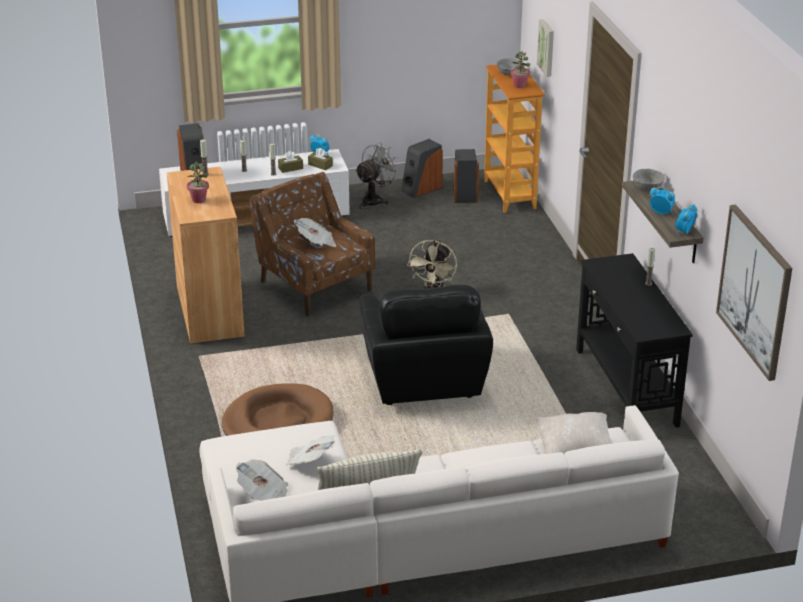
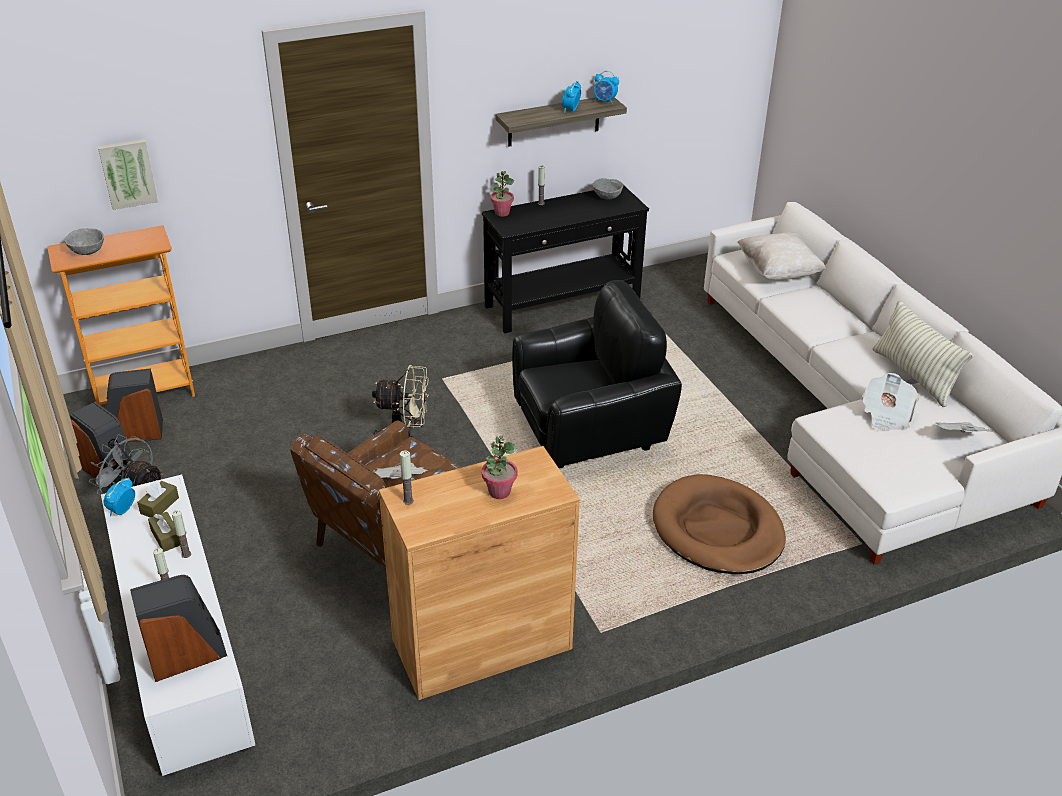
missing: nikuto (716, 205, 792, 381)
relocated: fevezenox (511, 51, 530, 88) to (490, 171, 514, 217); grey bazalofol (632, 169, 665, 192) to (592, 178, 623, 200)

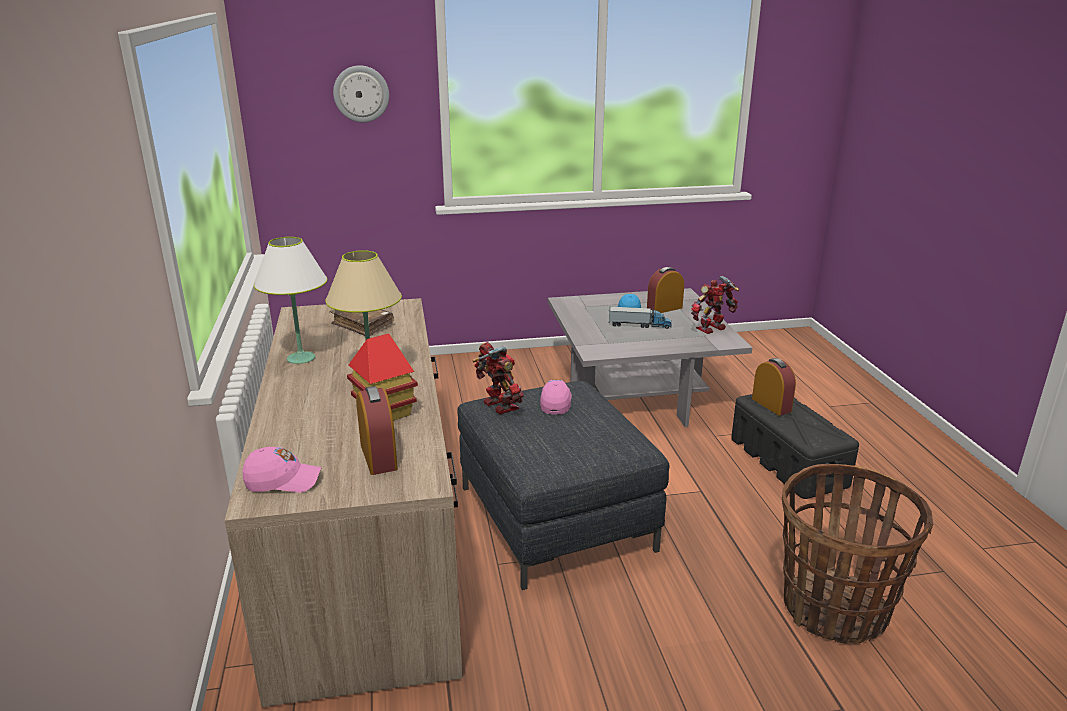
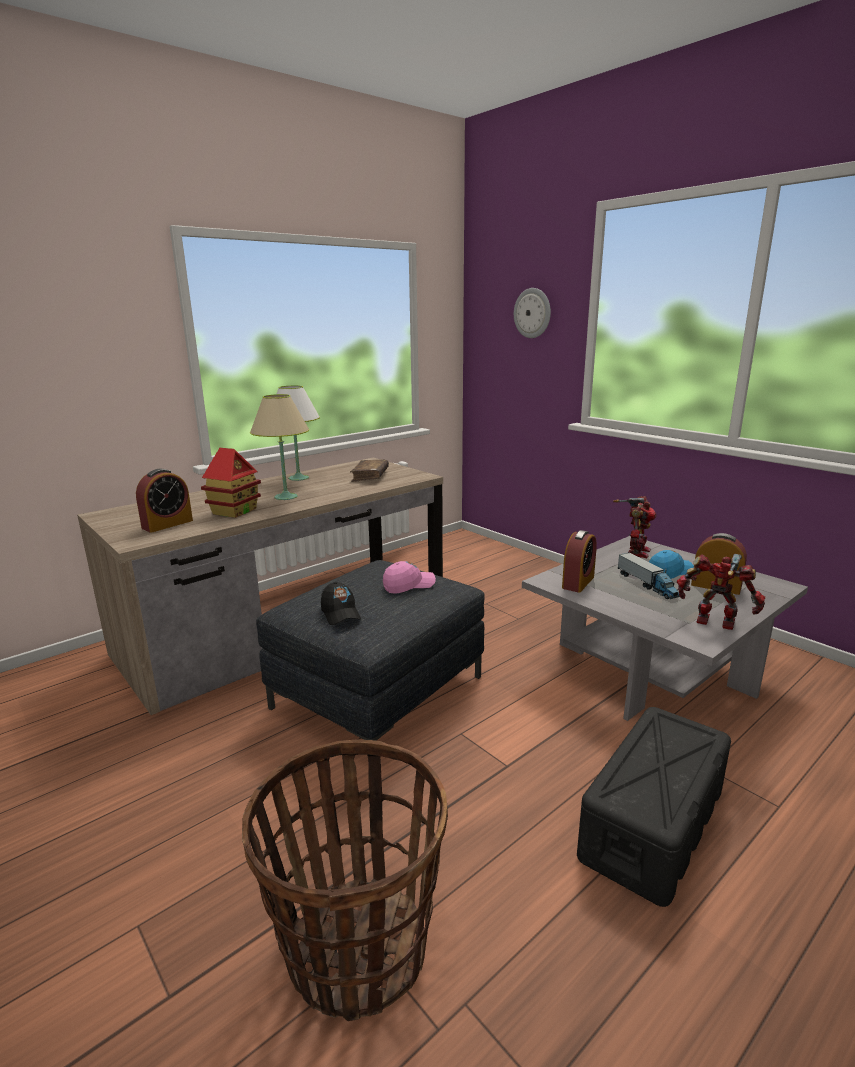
missing: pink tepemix (243, 447, 322, 493)
appeared: black tepemix (321, 582, 361, 625)
relocated: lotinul (472, 342, 524, 414) to (613, 496, 656, 558); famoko (752, 358, 796, 416) to (562, 530, 597, 593)

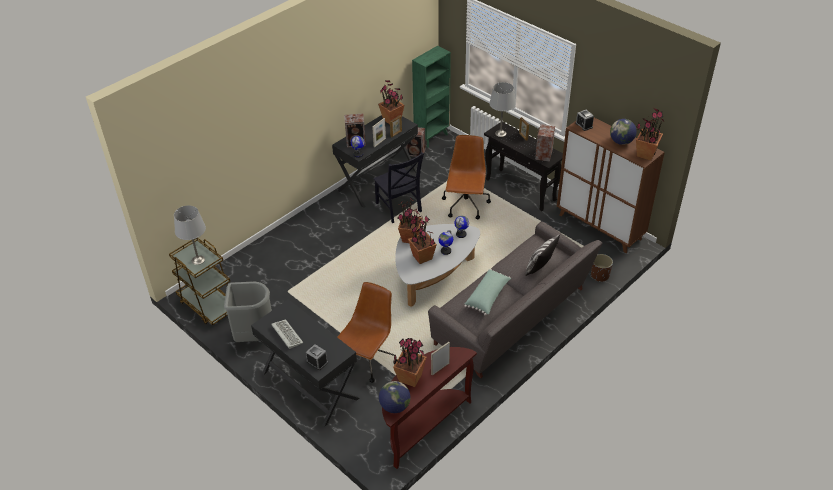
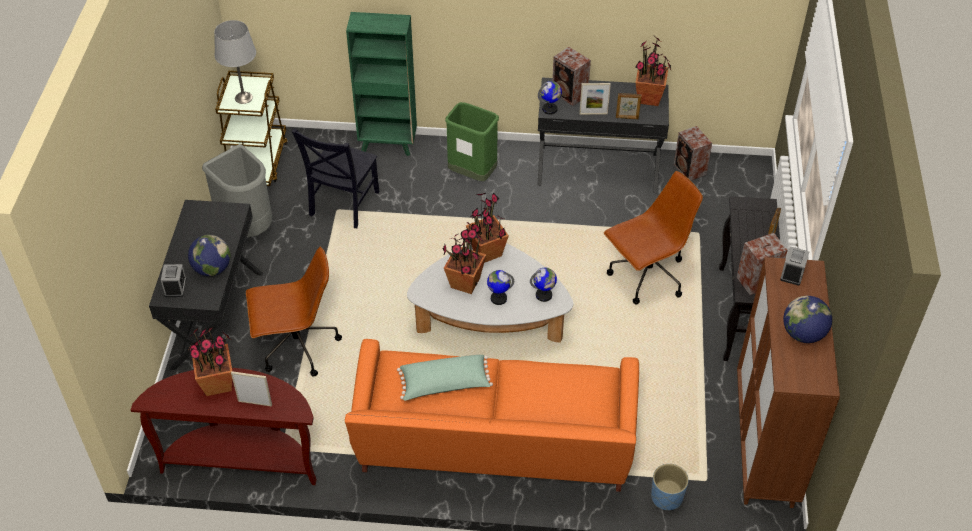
missing: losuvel (271, 319, 303, 349); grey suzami (489, 82, 516, 137); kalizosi (525, 234, 560, 276); fevezenox (636, 108, 664, 160)
appeared: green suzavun (445, 102, 499, 181)
relocated: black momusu (373, 152, 424, 223) to (292, 129, 379, 228); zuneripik (379, 381, 411, 413) to (188, 235, 230, 276); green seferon (412, 46, 451, 148) to (346, 12, 417, 156)
colour: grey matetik (428, 221, 602, 378) to orange matetik (345, 339, 639, 492); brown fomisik (591, 254, 613, 282) to blue fomisik (651, 464, 689, 510)

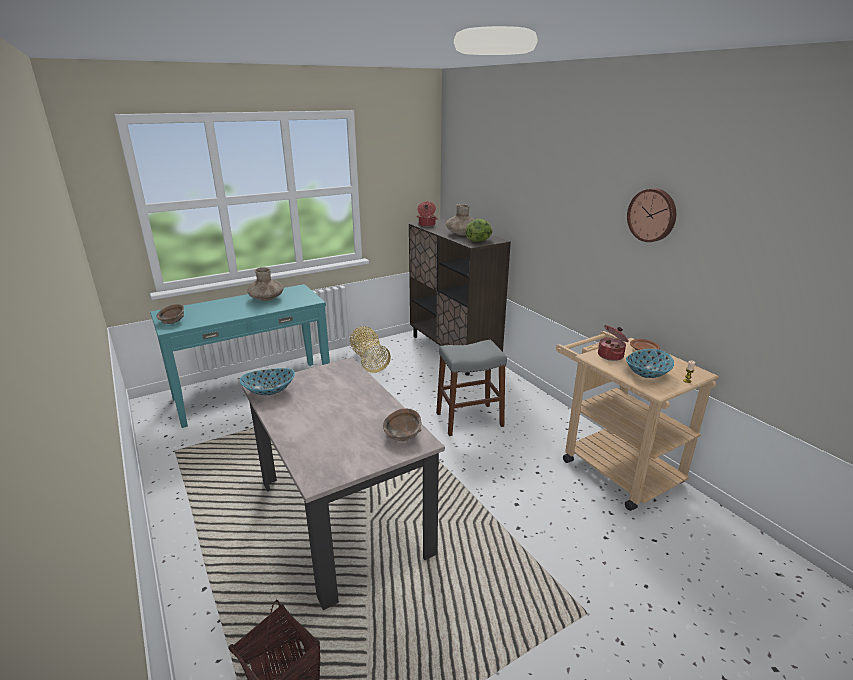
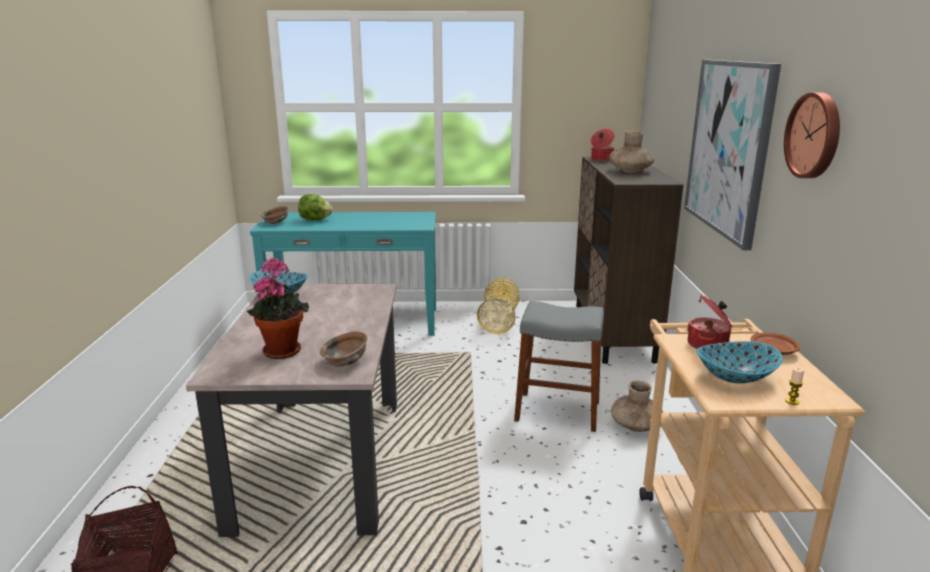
appeared: fevezenox (247, 257, 309, 359); nikuto (684, 60, 781, 250)
relocated: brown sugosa (247, 267, 283, 301) to (611, 380, 663, 432); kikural (466, 219, 493, 242) to (298, 194, 332, 220)

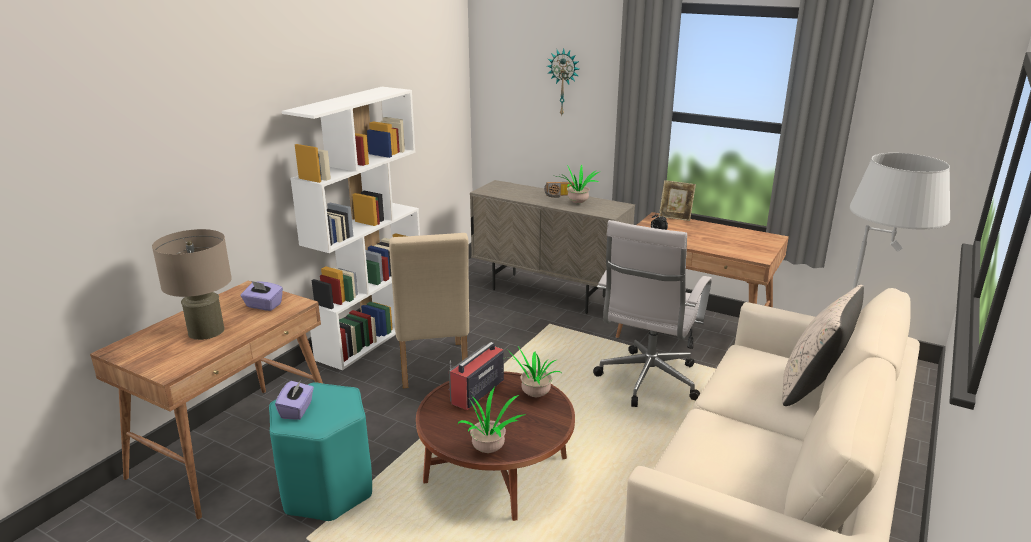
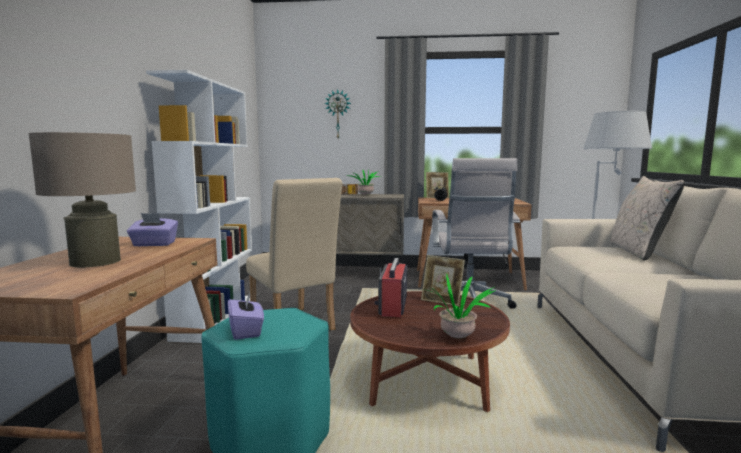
exchanged: fevezenox (510, 348, 561, 397) to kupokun (421, 255, 465, 306)

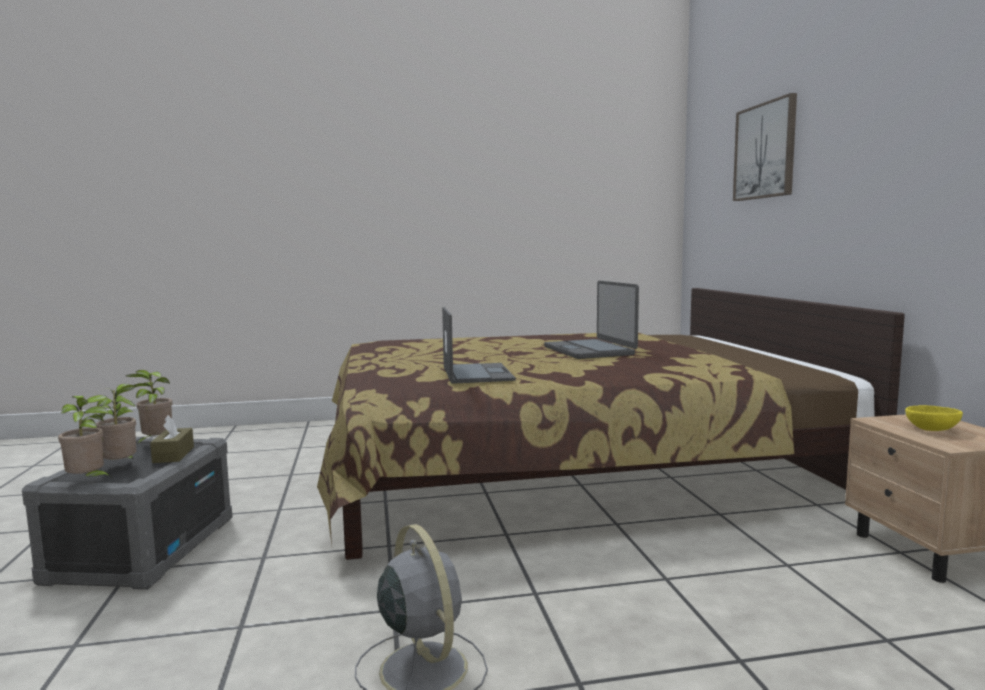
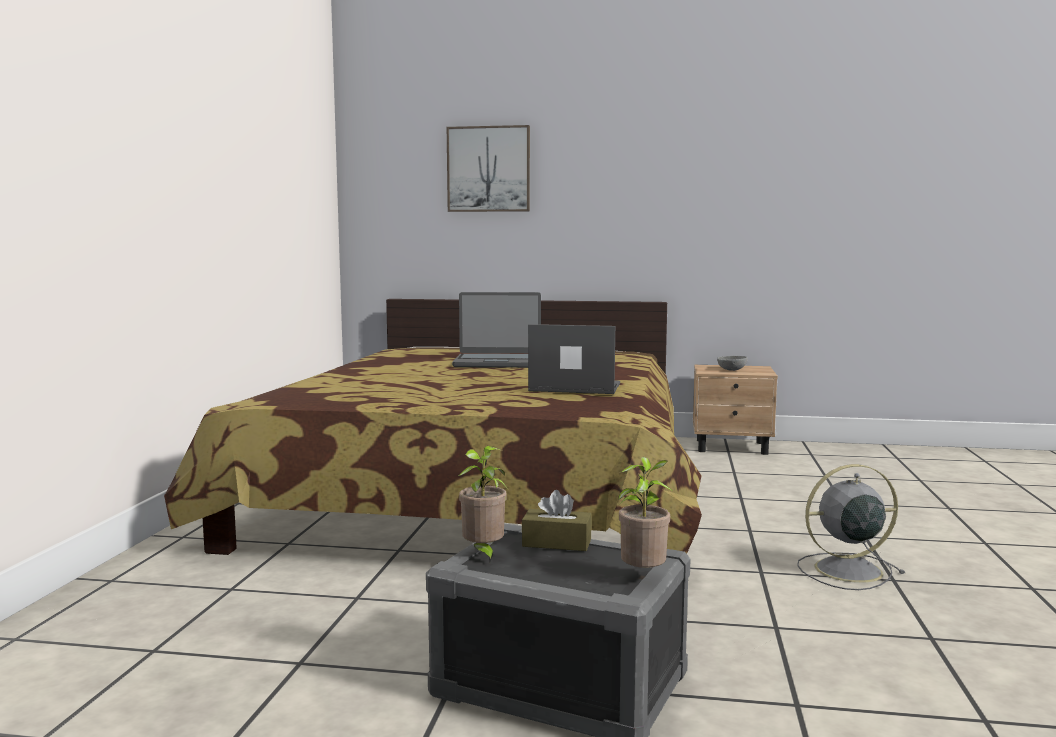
missing: fevezenox (95, 384, 136, 460)
colour: yellow bazalofol (905, 405, 963, 431) to grey bazalofol (717, 356, 748, 371)

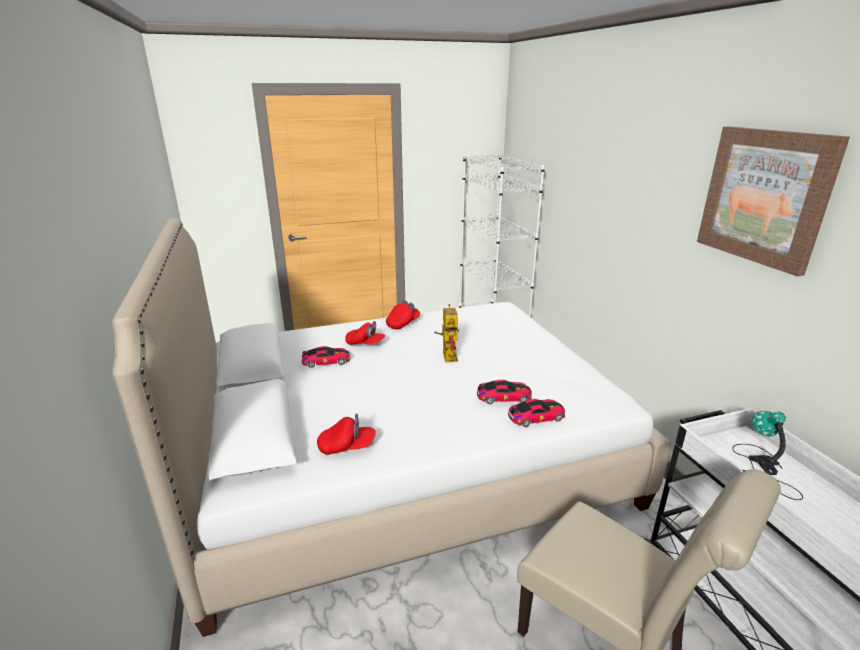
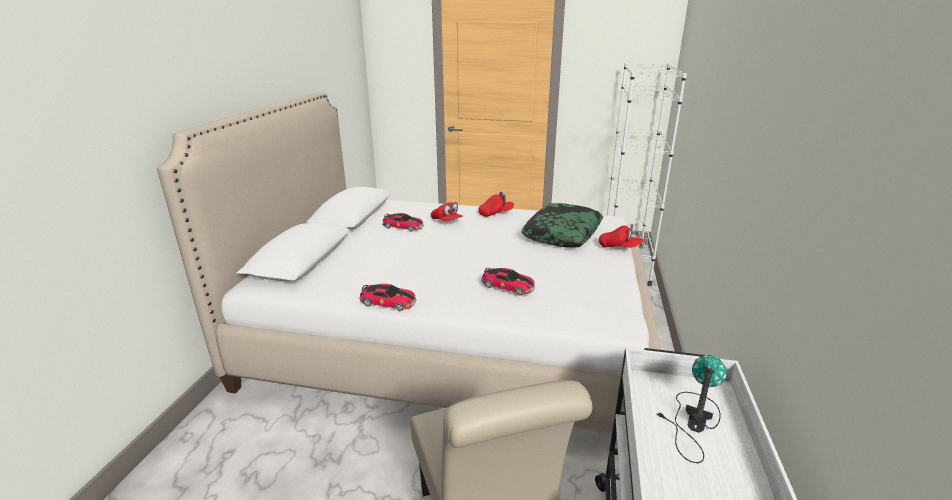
missing: lotinul (434, 304, 459, 362); nikuto (697, 127, 850, 276)
appeared: kalizosi (521, 203, 603, 248)
relocated: red tepemix (317, 414, 376, 455) to (599, 224, 643, 247); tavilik (508, 399, 565, 427) to (360, 284, 416, 311)

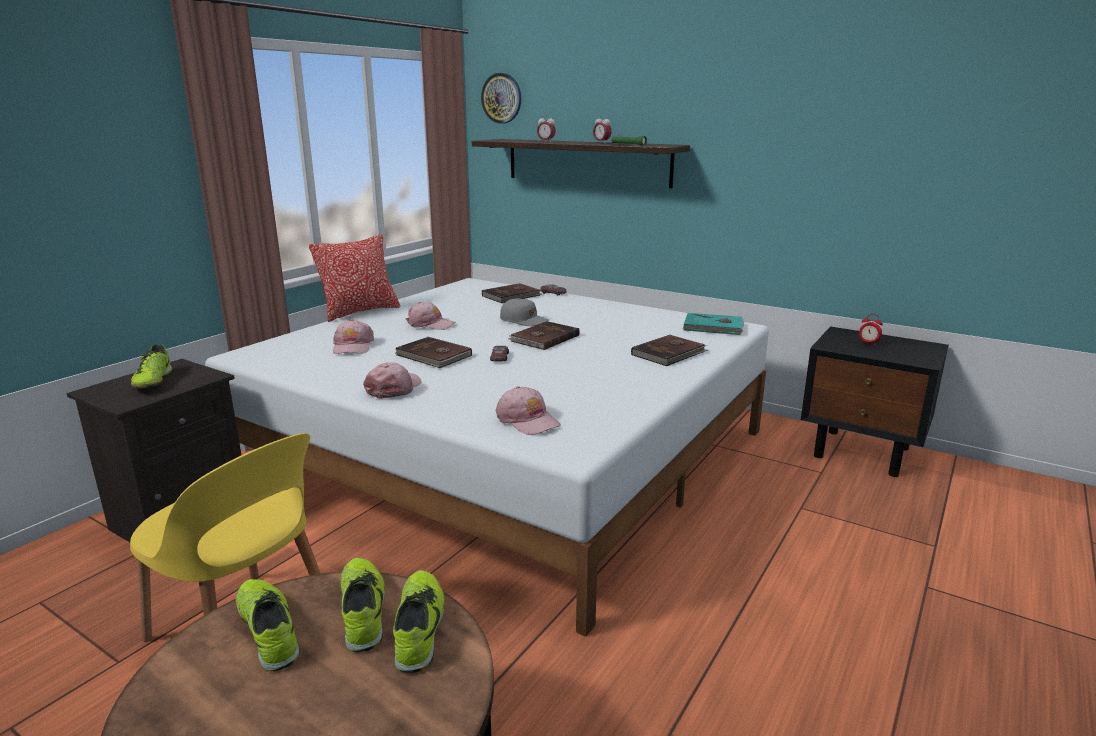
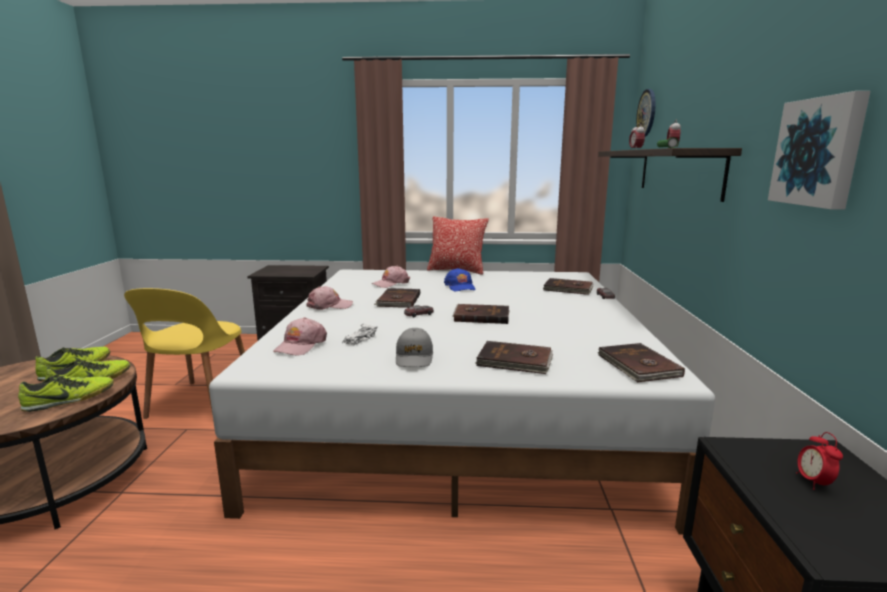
missing: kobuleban (131, 344, 173, 389)
appeared: white tavilik (342, 324, 377, 346); nikuto (768, 91, 871, 210)
relocated: grey tepemix (500, 298, 549, 326) to (396, 328, 433, 367)
colour: pink tepemix (406, 302, 456, 330) to blue tepemix (444, 268, 476, 292); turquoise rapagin (682, 313, 744, 335) to brown rapagin (597, 343, 685, 382)

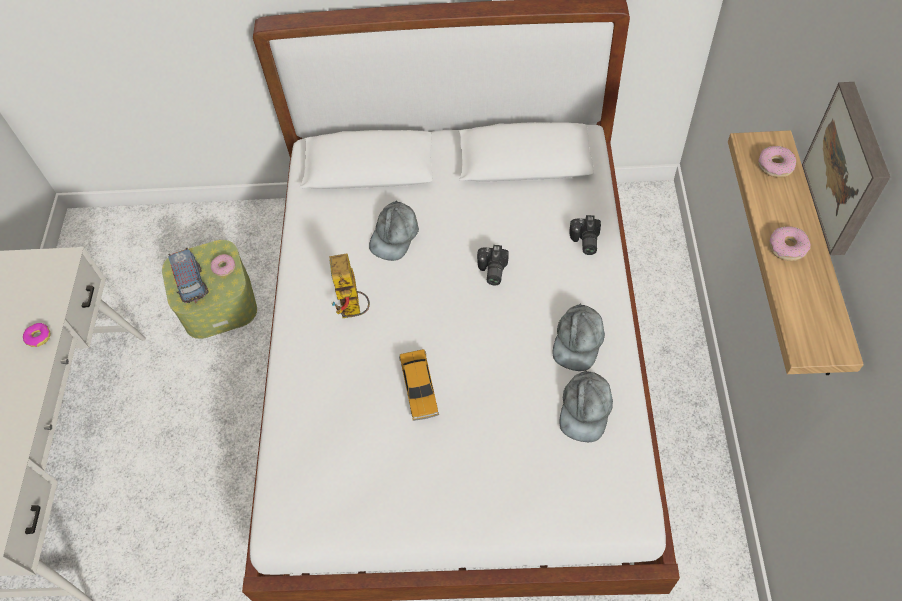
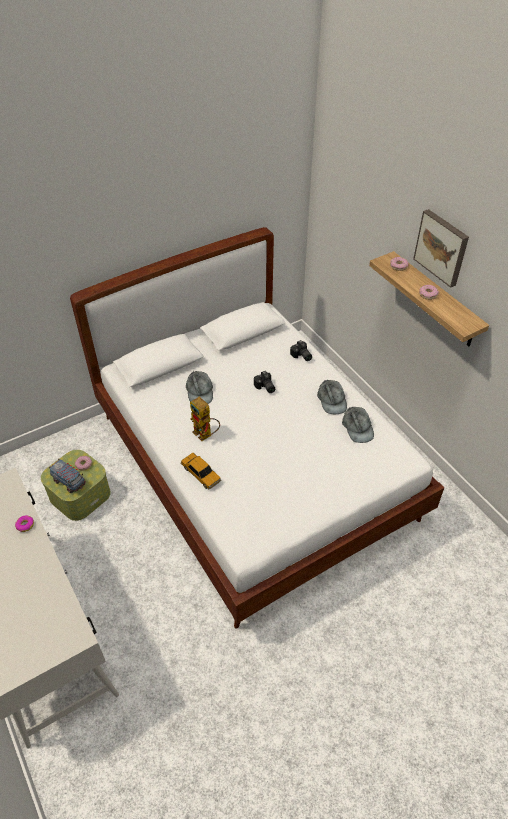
relocated: tavilik (399, 349, 439, 421) to (180, 453, 221, 489)

